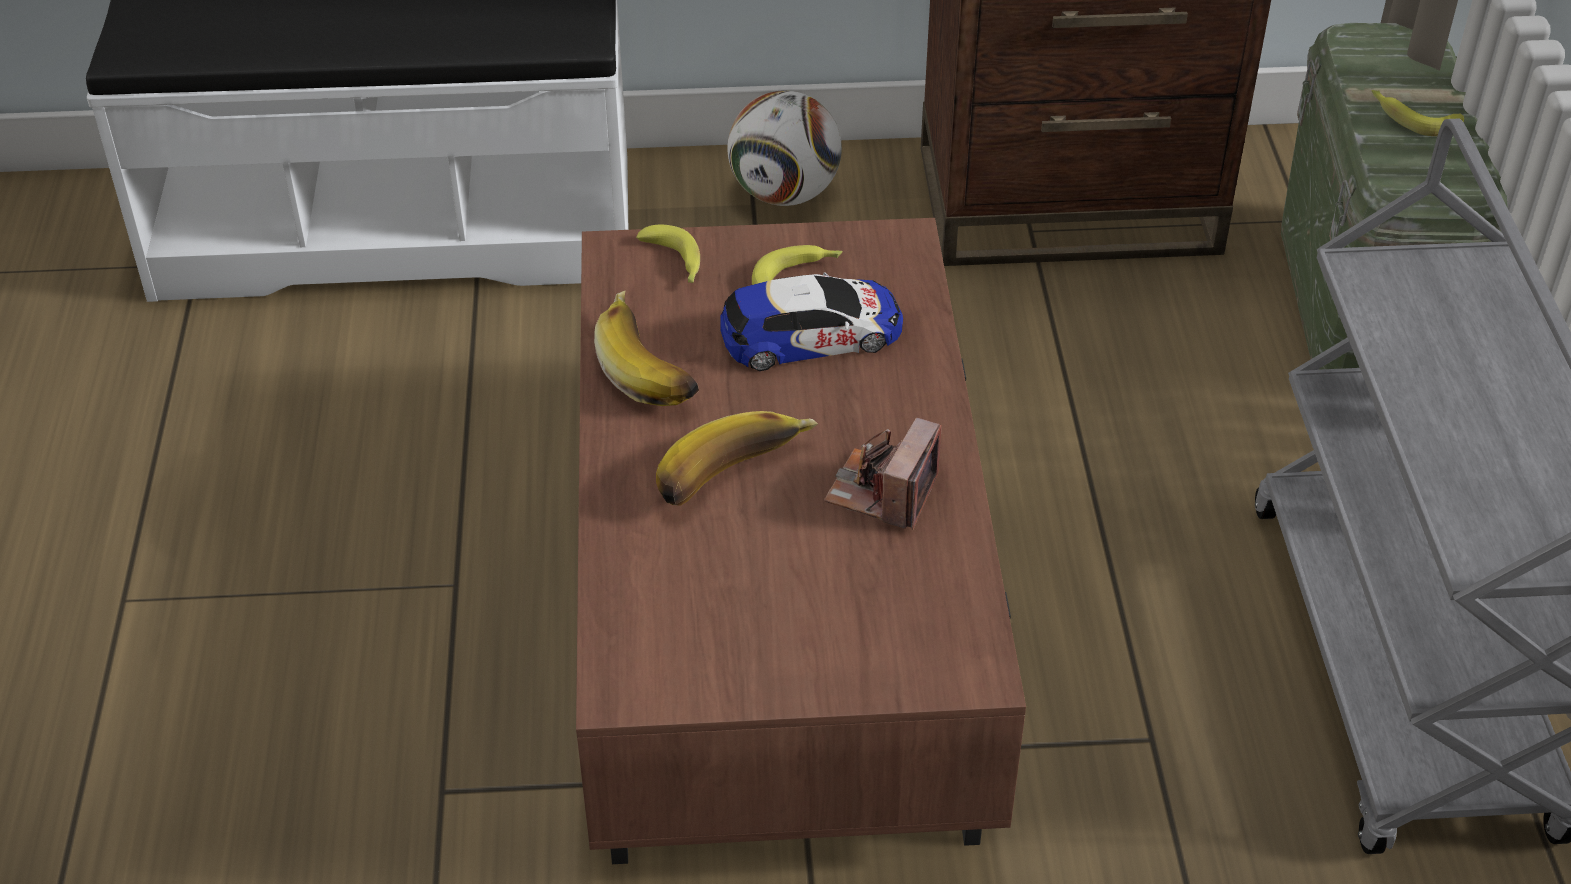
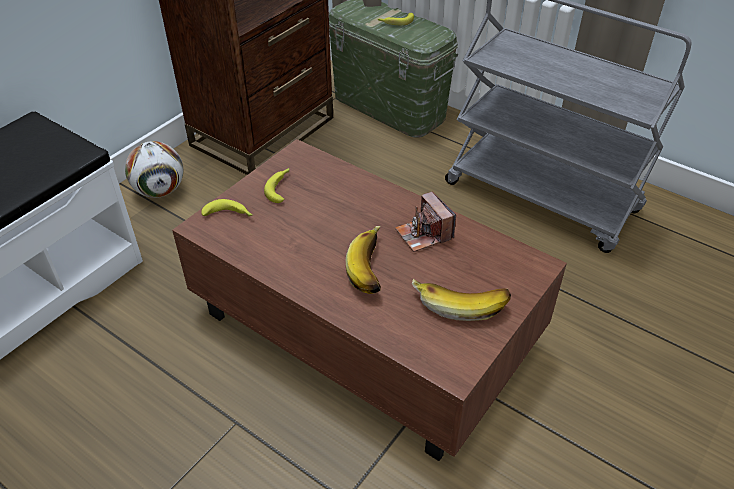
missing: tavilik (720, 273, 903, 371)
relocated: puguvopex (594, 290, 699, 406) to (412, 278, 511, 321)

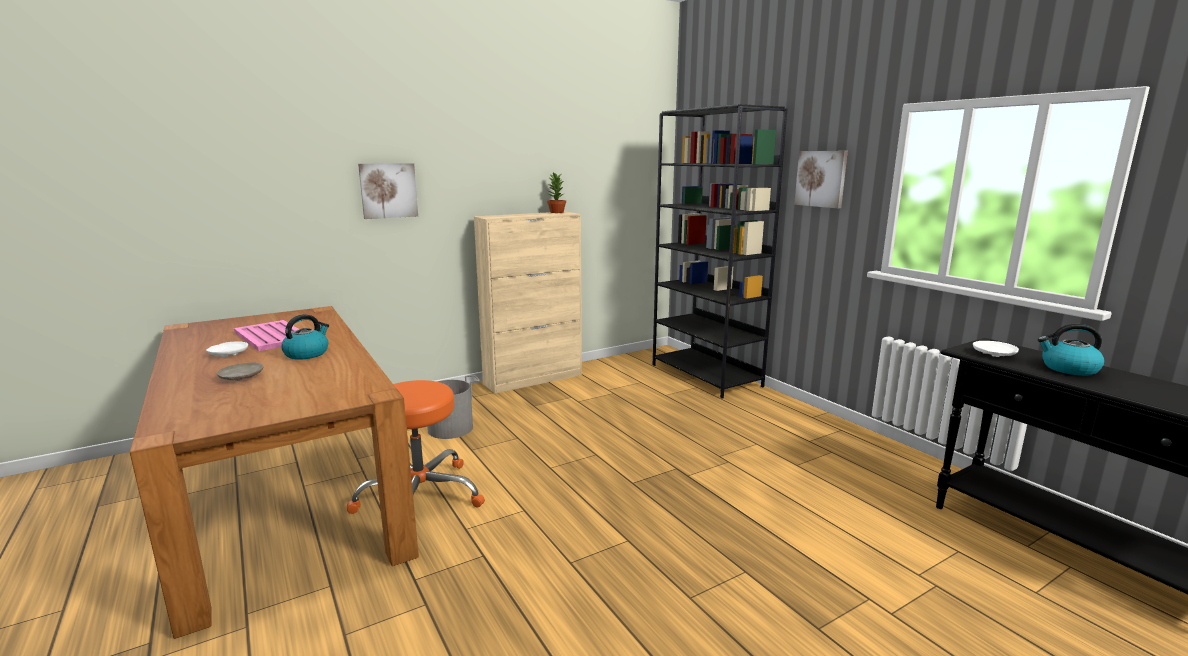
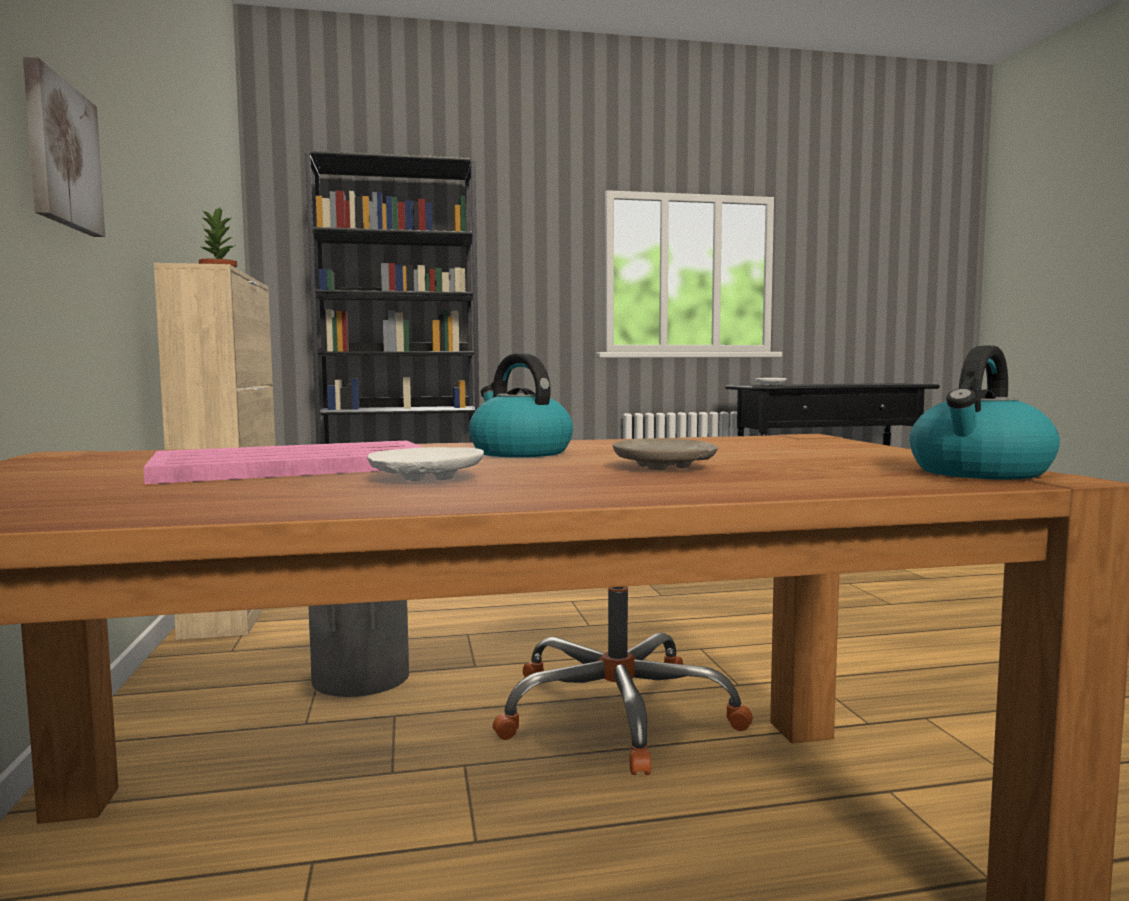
missing: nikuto (794, 151, 848, 208)
relocated: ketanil (1038, 324, 1105, 376) to (909, 345, 1060, 479)

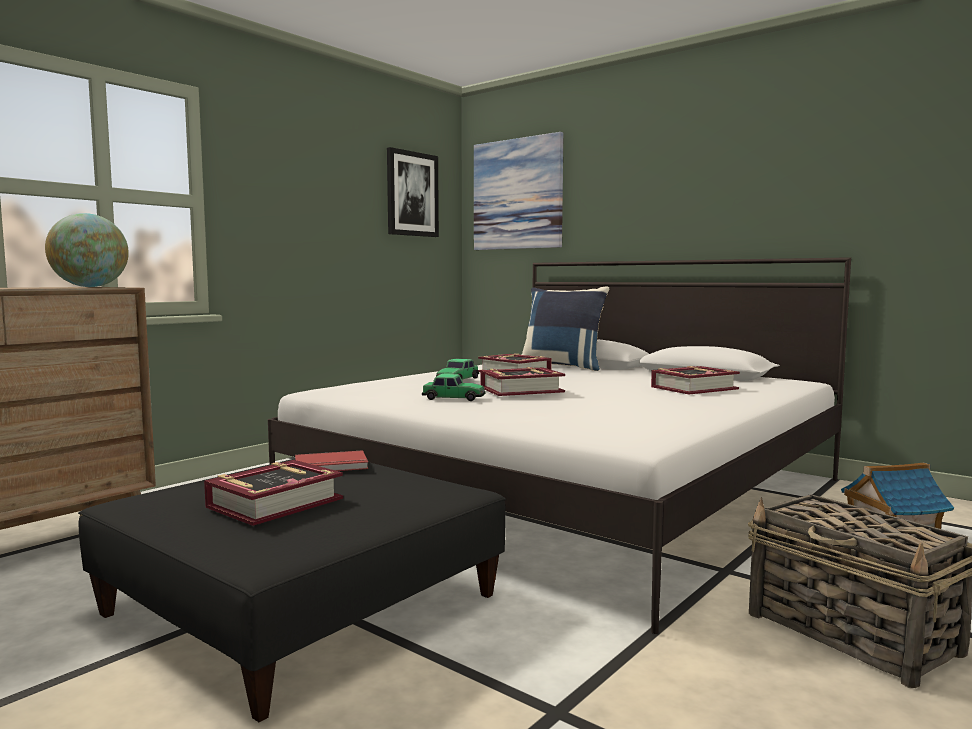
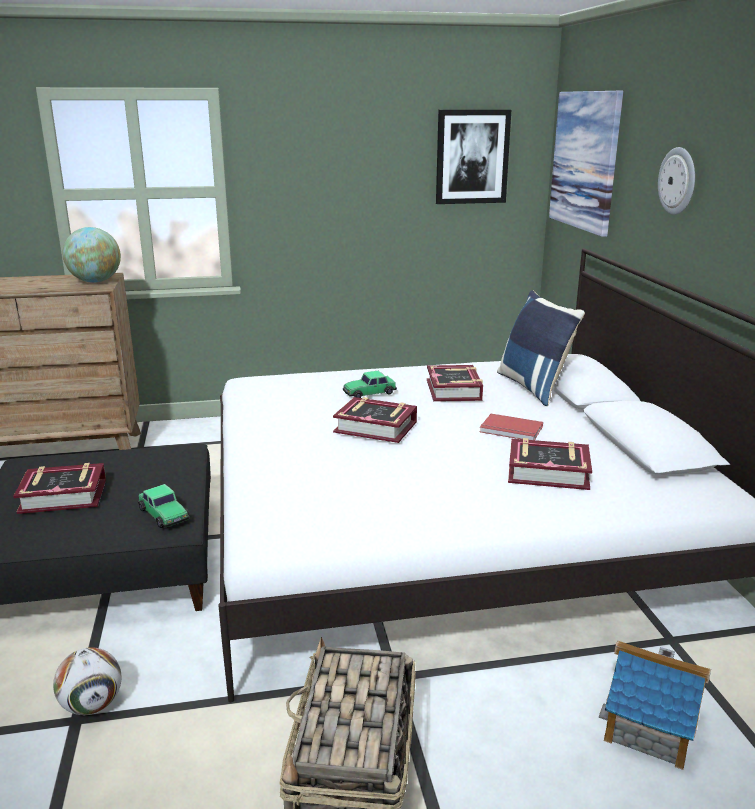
appeared: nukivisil (53, 647, 121, 715); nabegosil (658, 147, 695, 215)
relocated: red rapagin (295, 450, 368, 471) to (480, 414, 543, 440); tavilik (422, 374, 486, 401) to (138, 484, 189, 528)

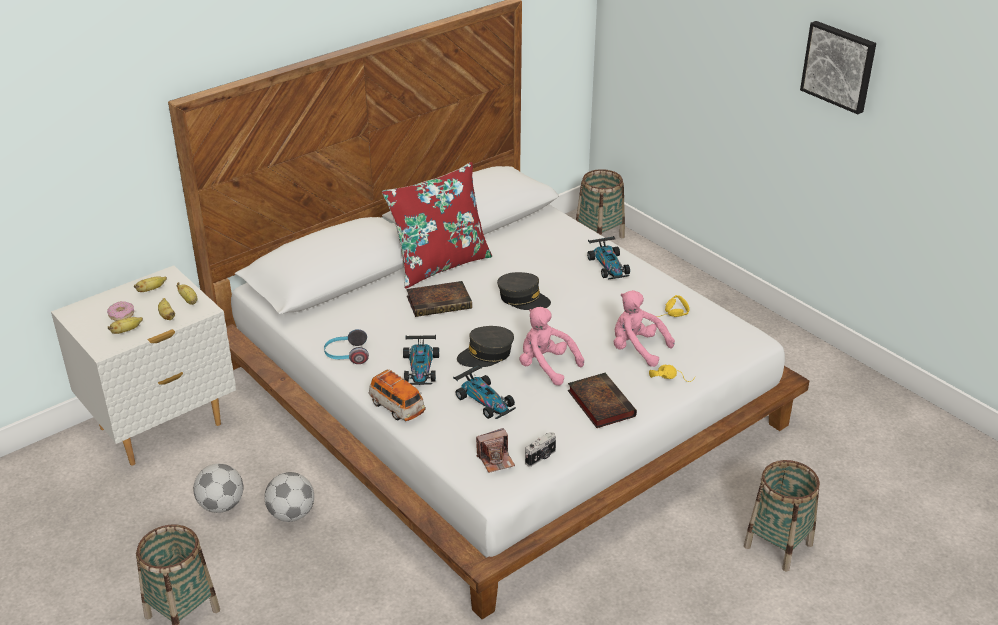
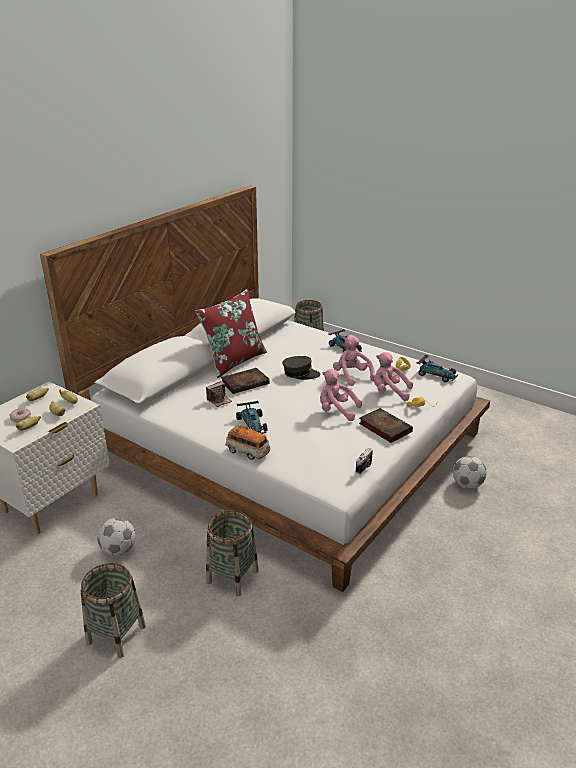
missing: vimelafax (324, 329, 369, 364); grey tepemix (457, 326, 514, 367); nikuto (800, 21, 876, 114)
appeared: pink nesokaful (333, 335, 375, 386)
relocated: nukivisil (265, 472, 314, 522) to (453, 456, 487, 489); tavilik (453, 364, 516, 419) to (416, 355, 458, 382); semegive (476, 428, 515, 473) to (206, 381, 232, 407); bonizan (744, 460, 820, 572) to (206, 510, 259, 596)

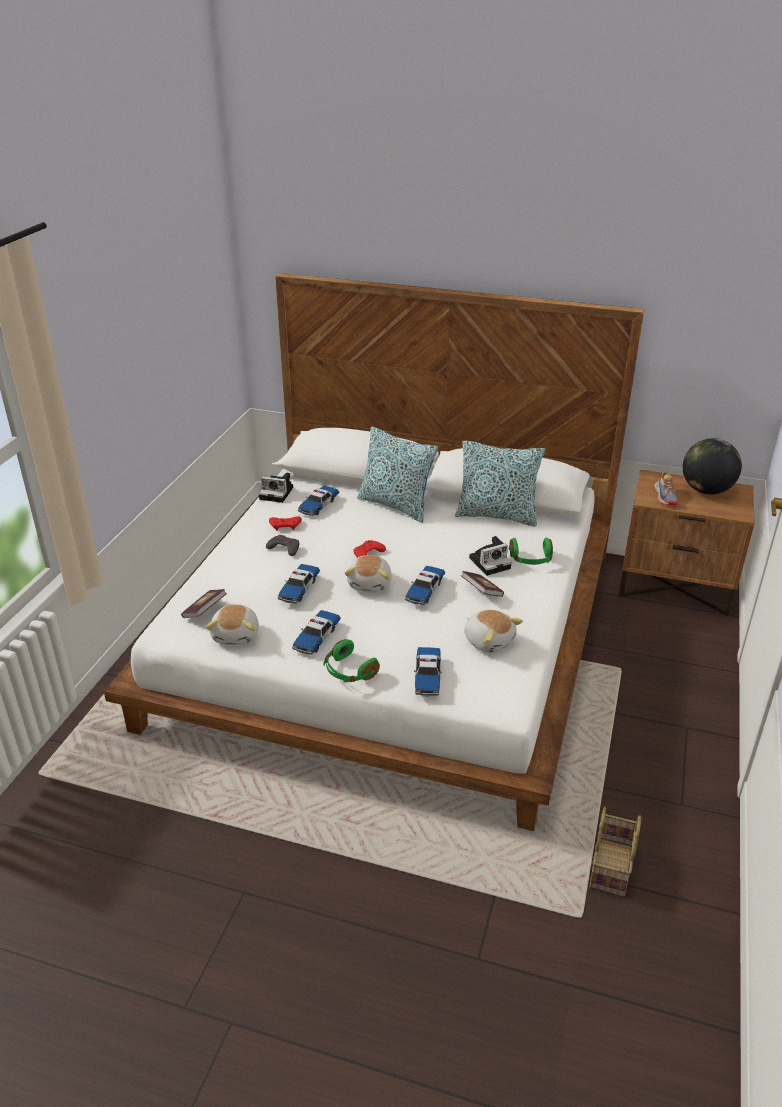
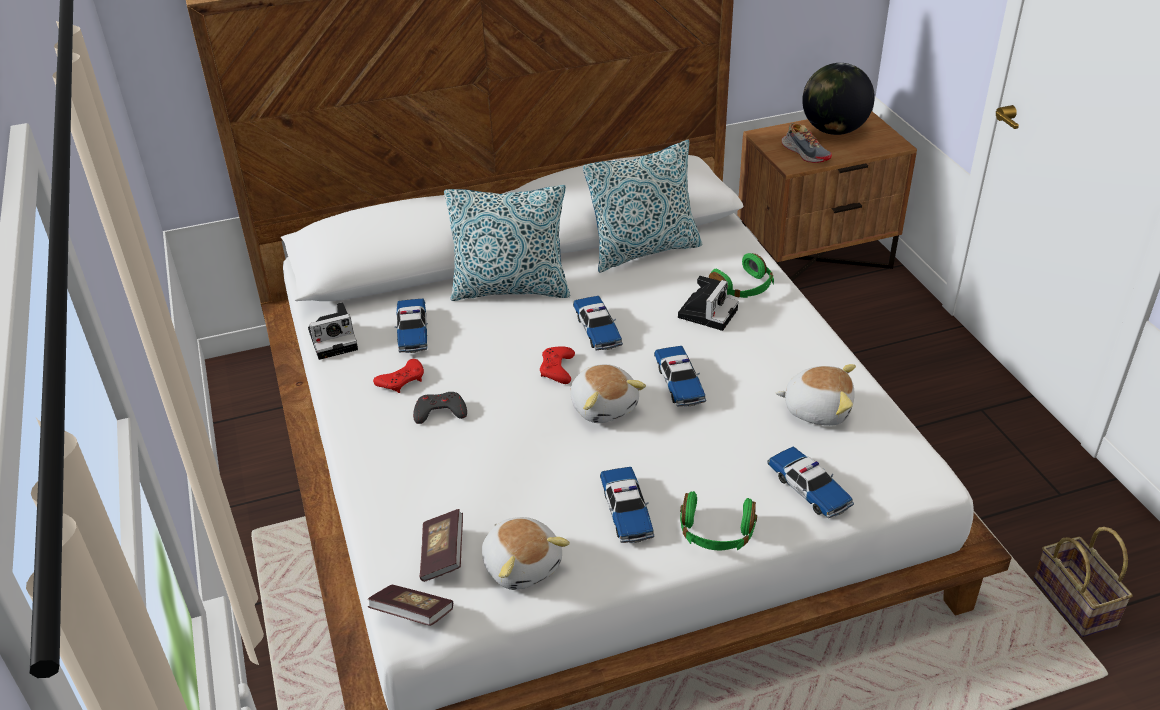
relocated: tavilik (278, 564, 320, 603) to (573, 296, 623, 350); rapagin (461, 571, 504, 597) to (368, 585, 453, 626)

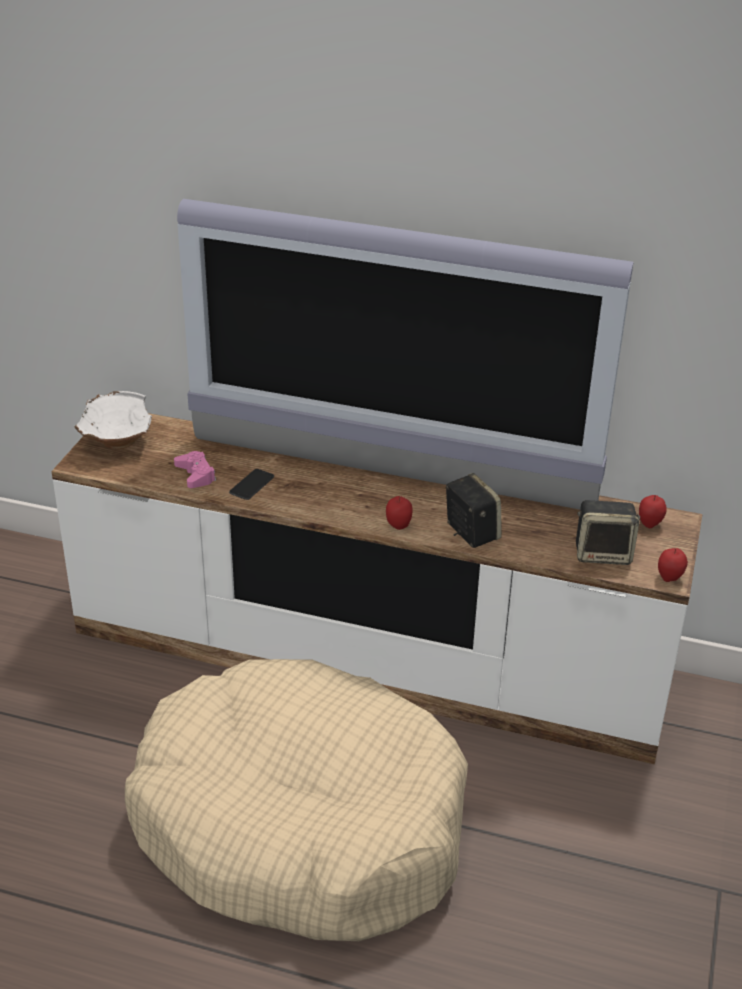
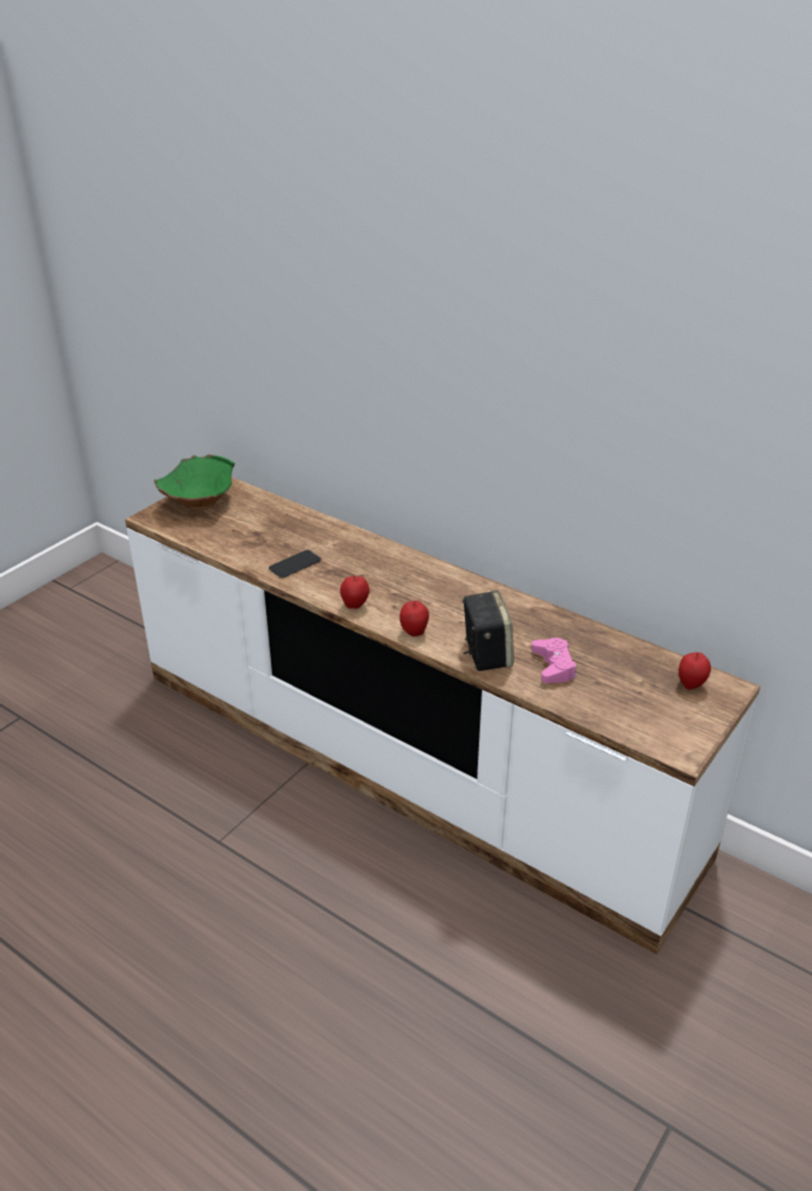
missing: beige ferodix (125, 659, 468, 941); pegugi (177, 199, 634, 510); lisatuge (576, 500, 640, 565)
relocated: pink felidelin (174, 451, 216, 488) to (531, 638, 577, 683); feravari (658, 548, 688, 582) to (340, 575, 370, 609)
colour: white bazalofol (74, 391, 152, 449) to green bazalofol (154, 455, 235, 510)

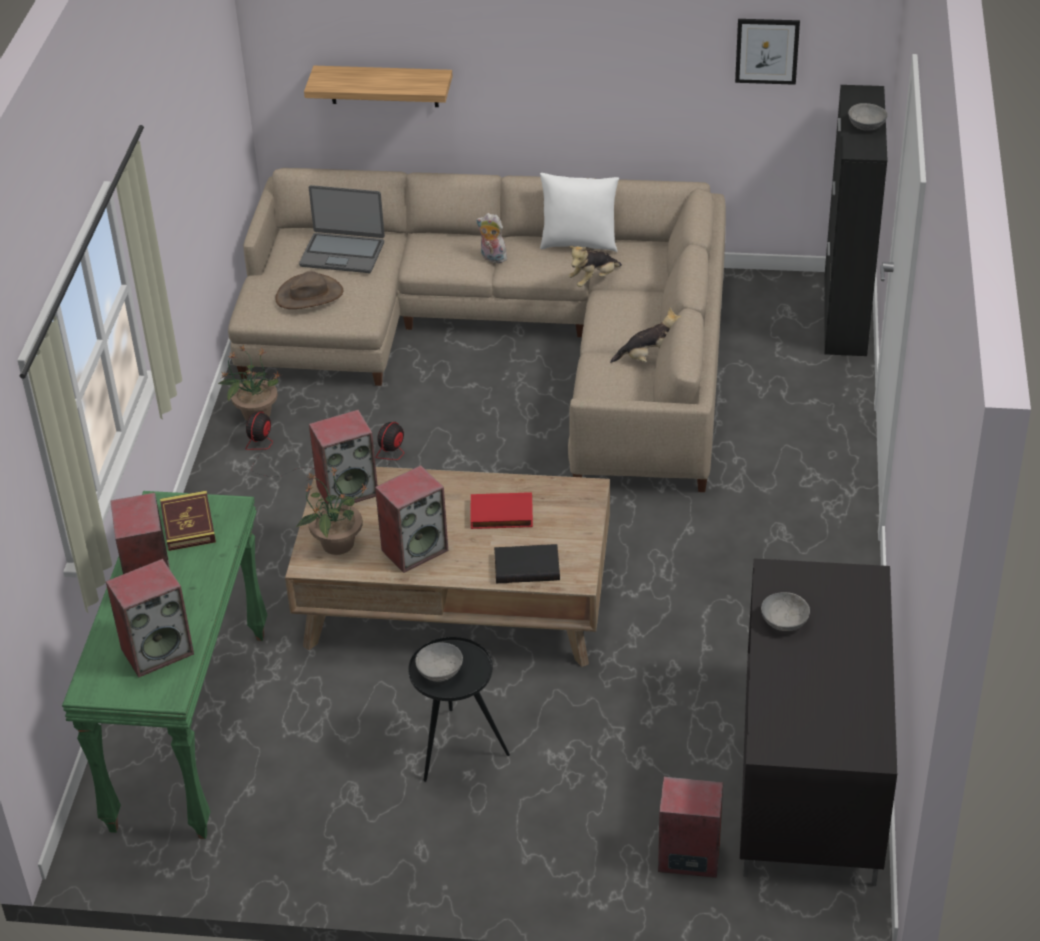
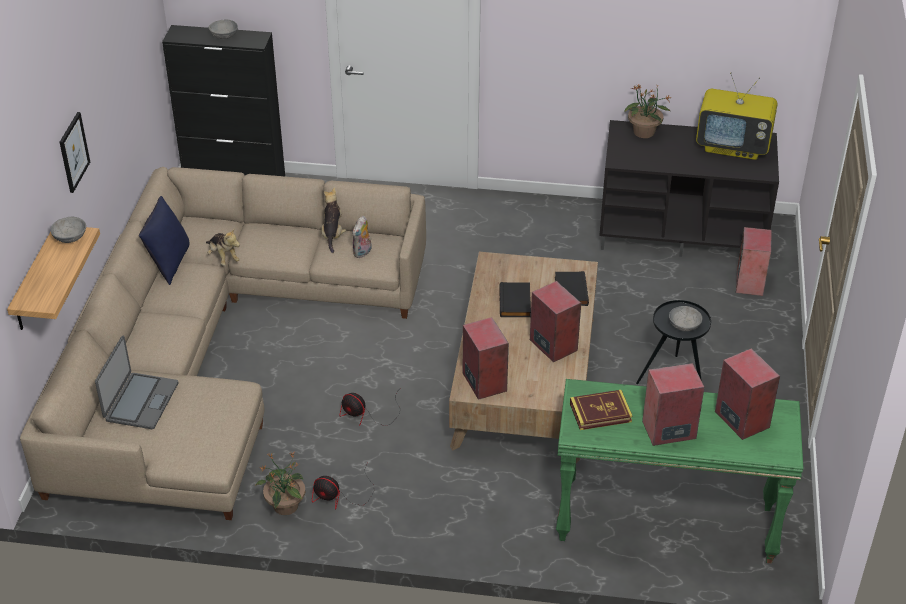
missing: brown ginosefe (275, 271, 343, 309)
appeared: pegugi (696, 73, 778, 160)
relocated: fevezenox (296, 466, 367, 555) to (624, 84, 671, 138); nesokaful (476, 213, 507, 263) to (352, 216, 372, 258); nikuto (735, 19, 800, 85) to (59, 112, 90, 193); grey bazalofol (761, 592, 810, 631) to (51, 217, 86, 243)
colour: red rapagin (470, 493, 533, 529) to black rapagin (499, 282, 531, 317); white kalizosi (540, 173, 619, 252) to blue kalizosi (139, 196, 190, 285)

